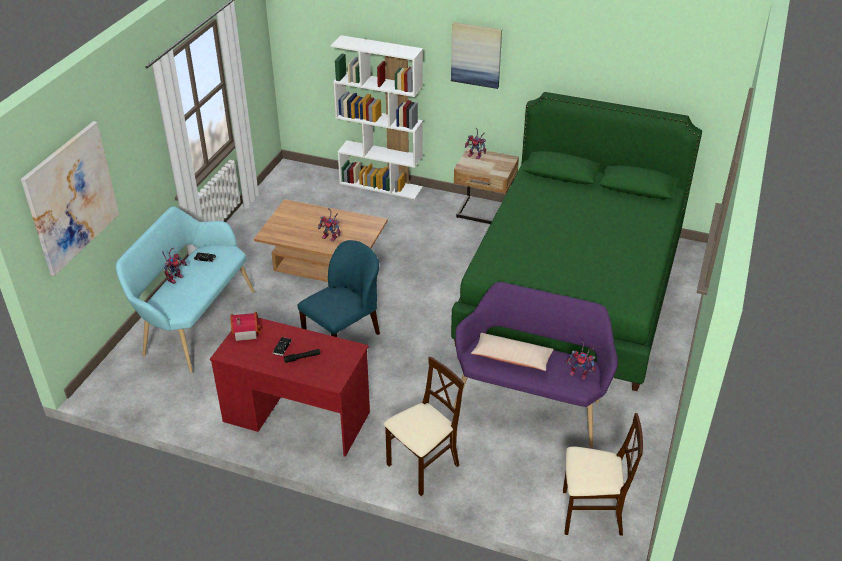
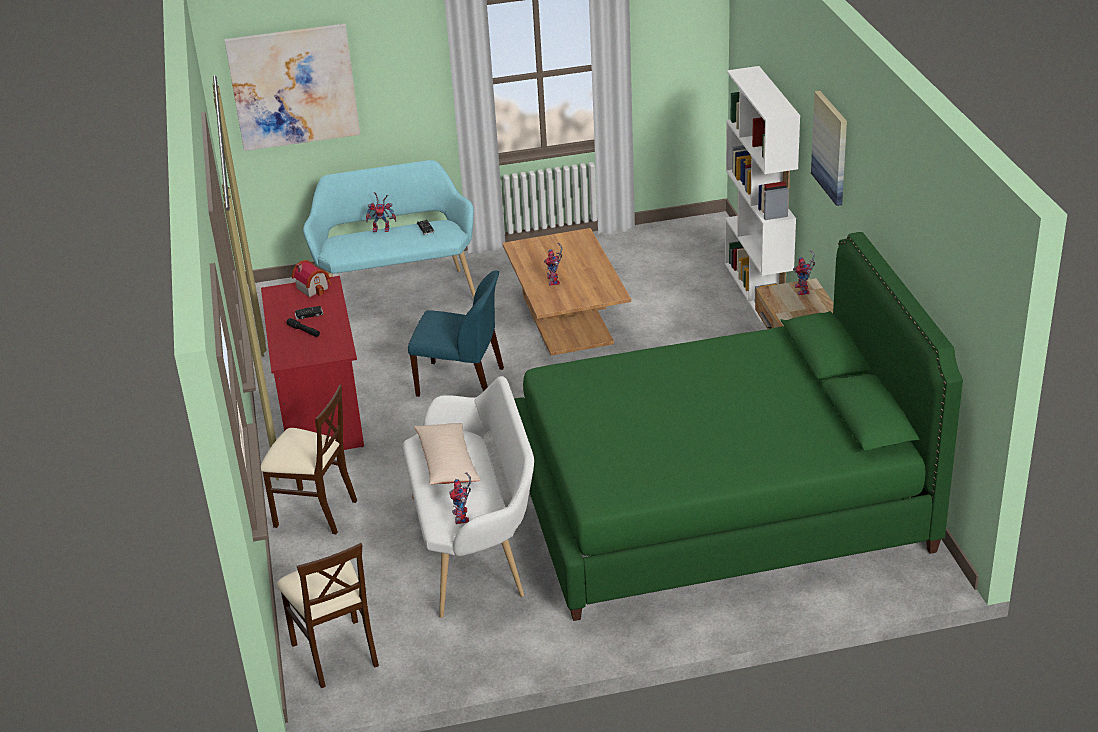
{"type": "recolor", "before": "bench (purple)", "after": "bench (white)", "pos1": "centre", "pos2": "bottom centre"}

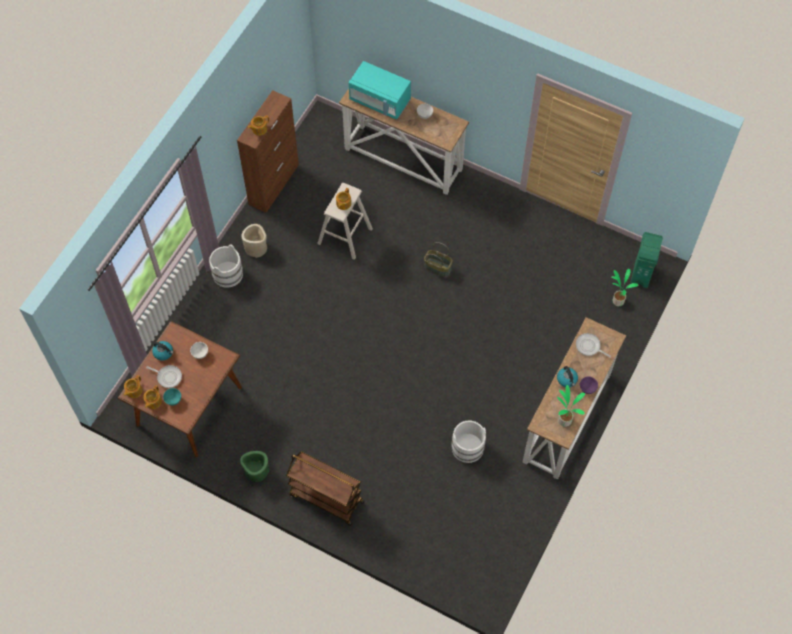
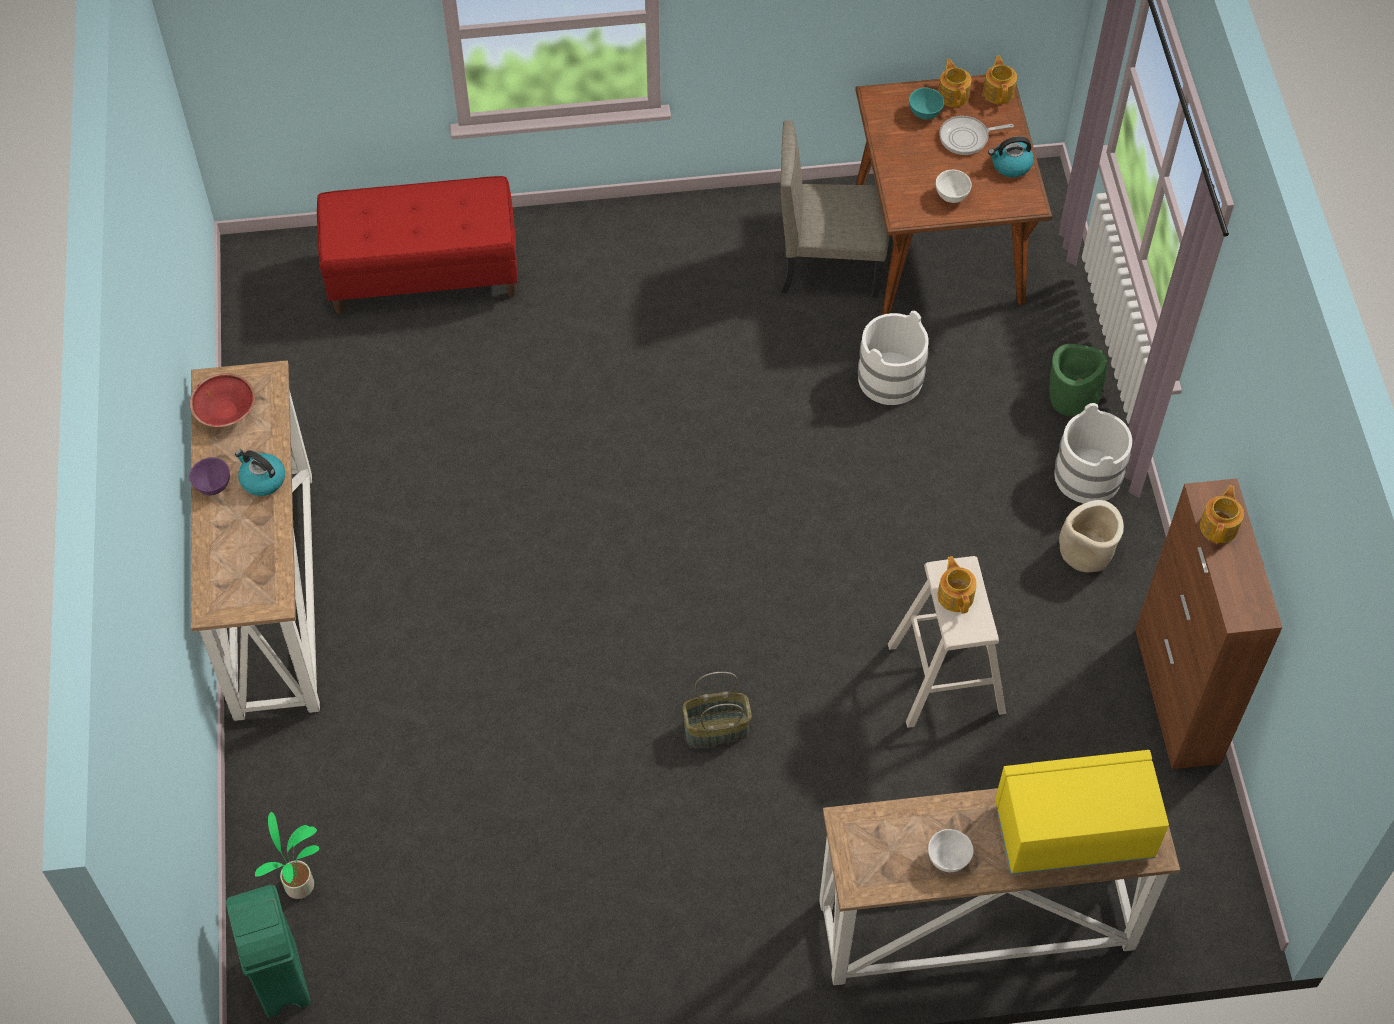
{"type": "delete", "before": "cart (brown)", "pos1": "bottom centre"}
{"type": "delete", "before": "frying pan (2nd from left)", "pos1": "middle right"}
{"type": "insert", "after": "bench (red)", "pos2": "top left"}
{"type": "insert", "after": "chair (beige)", "pos2": "top centre"}
{"type": "move", "before": "planter (green)", "pos1": "bottom left", "pos2": "middle right"}
{"type": "move", "before": "bucket (white) (2nd from left in the first image)", "after": "bucket (white) (1st from left)", "pos1": "bottom centre", "pos2": "centre"}
{"type": "replace", "before": "potted plant (1st from left)", "after": "bowl (red)", "pos1": "middle right", "pos2": "middle left"}
{"type": "recolor", "before": "microwave (turquoise)", "after": "microwave (yellow)", "pos1": "top centre", "pos2": "bottom right"}

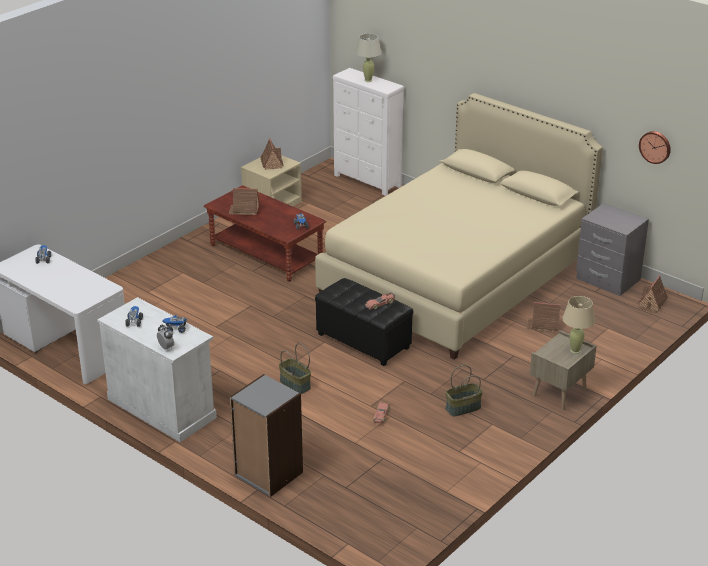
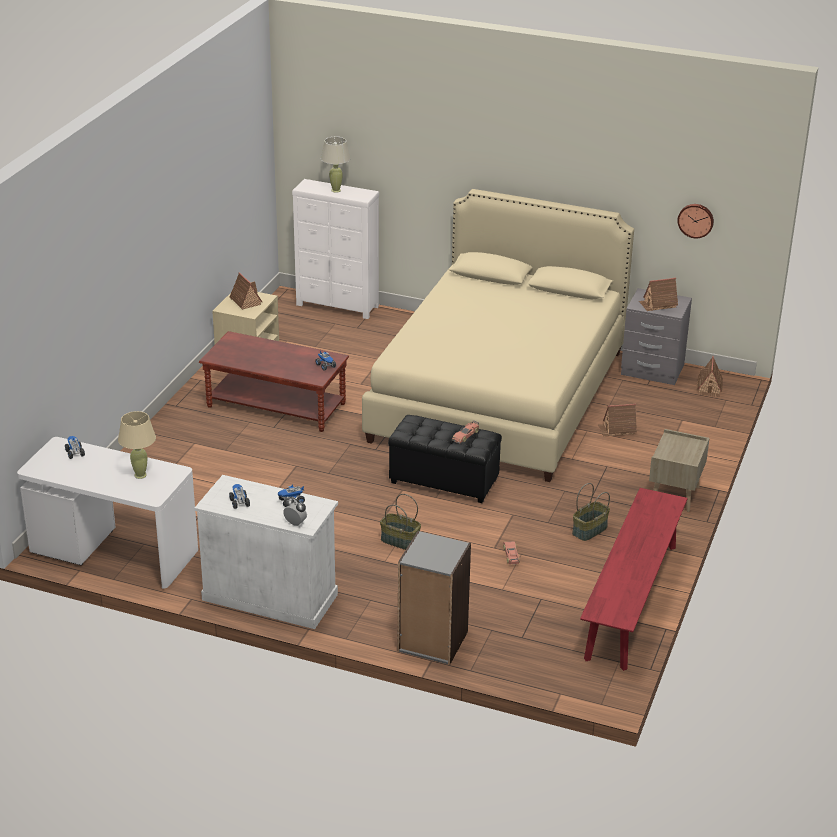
{"type": "insert", "after": "bench (red)", "pos2": "bottom right"}
{"type": "move", "before": "toy house (1st from left in the first image)", "after": "toy house (3rd from left)", "pos1": "centre", "pos2": "middle right"}
{"type": "move", "before": "table lamp (beige) (2nd from left in the first image)", "after": "table lamp (beige) (1st from left)", "pos1": "middle right", "pos2": "middle left"}

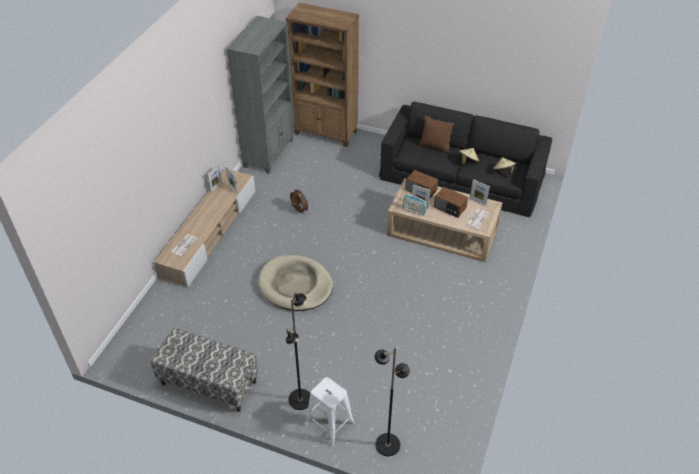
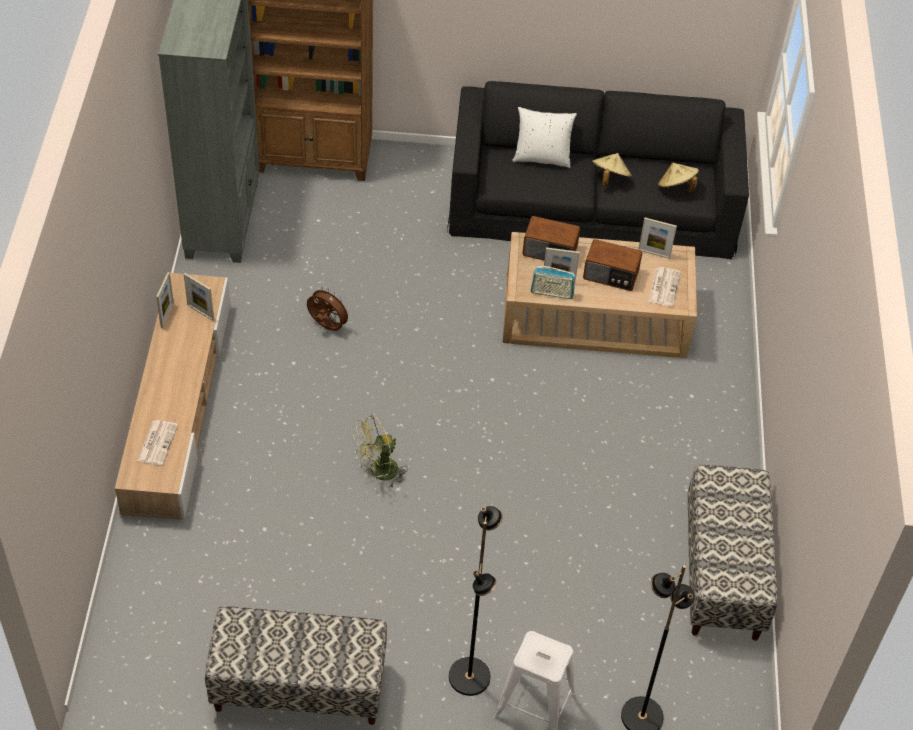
{"type": "insert", "after": "bench (2nd from left)", "pos2": "bottom right"}
{"type": "replace", "before": "dog bed (beige)", "after": "fan (green)", "pos1": "centre", "pos2": "centre"}
{"type": "recolor", "before": "pillow (brown)", "after": "pillow (white)", "pos1": "top centre", "pos2": "top centre"}

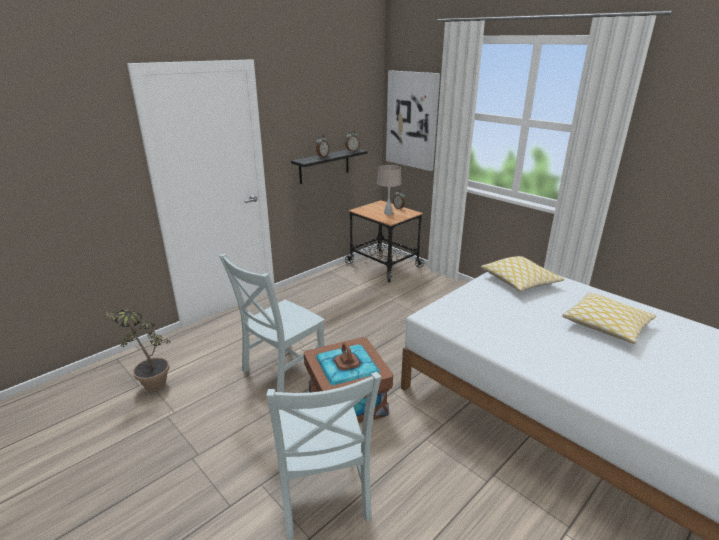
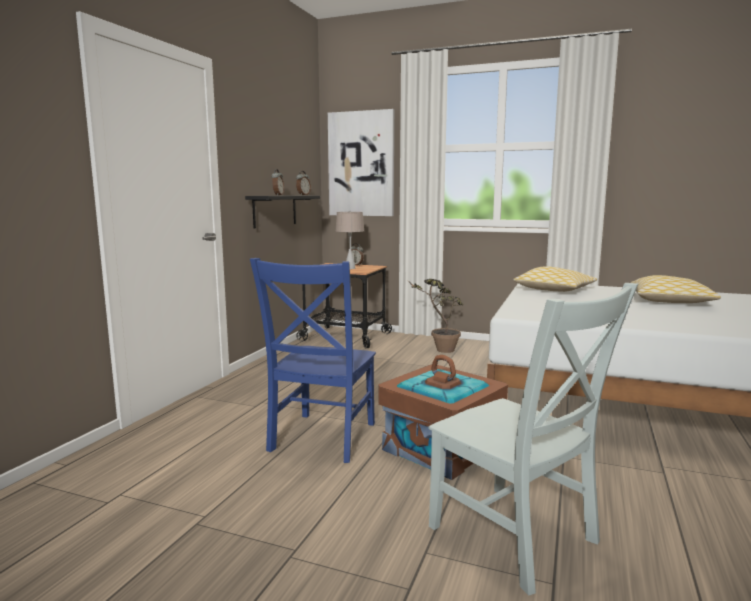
{"type": "move", "before": "potted plant", "pos1": "middle left", "pos2": "centre"}
{"type": "recolor", "before": "chair (grey) (1st from left)", "after": "chair (blue)", "pos1": "centre", "pos2": "centre"}

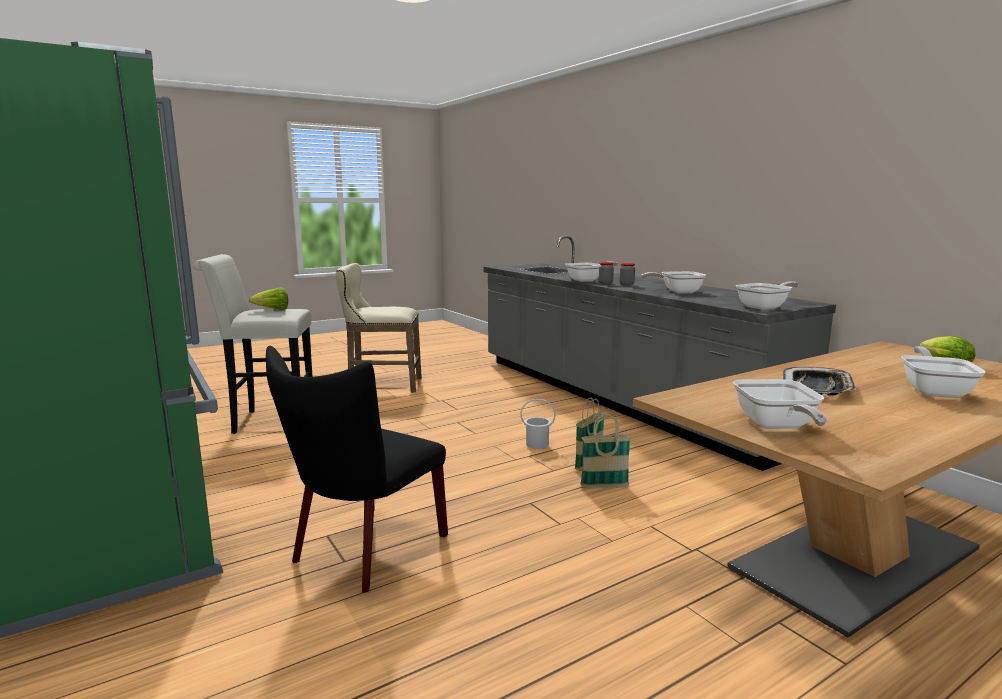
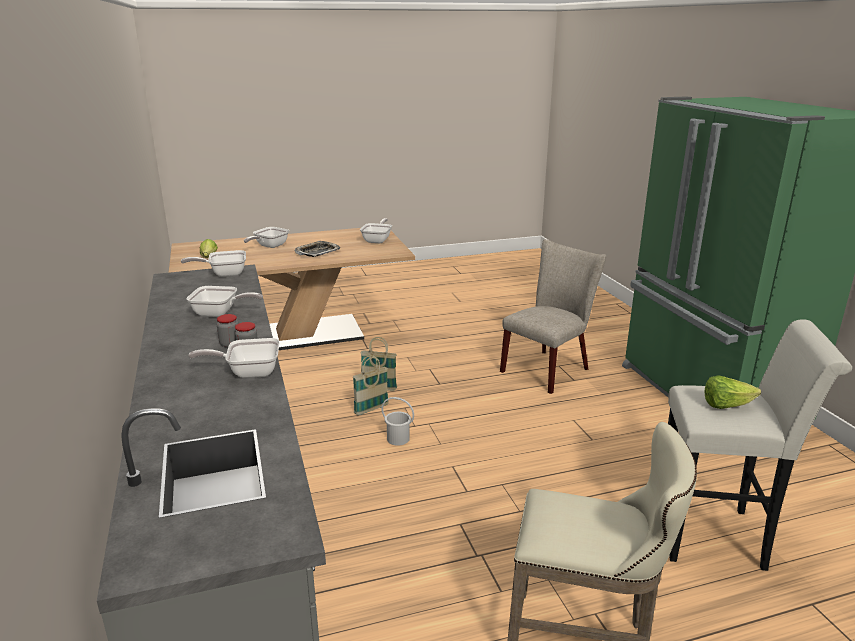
{"type": "recolor", "before": "chair (black)", "after": "chair (beige)", "pos1": "bottom centre", "pos2": "centre"}

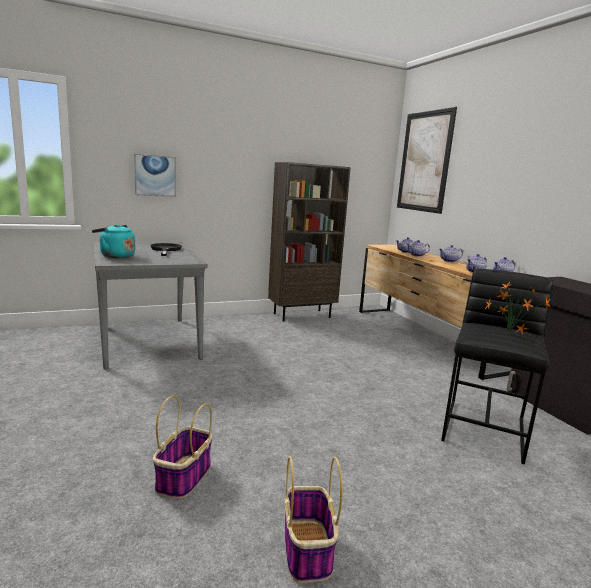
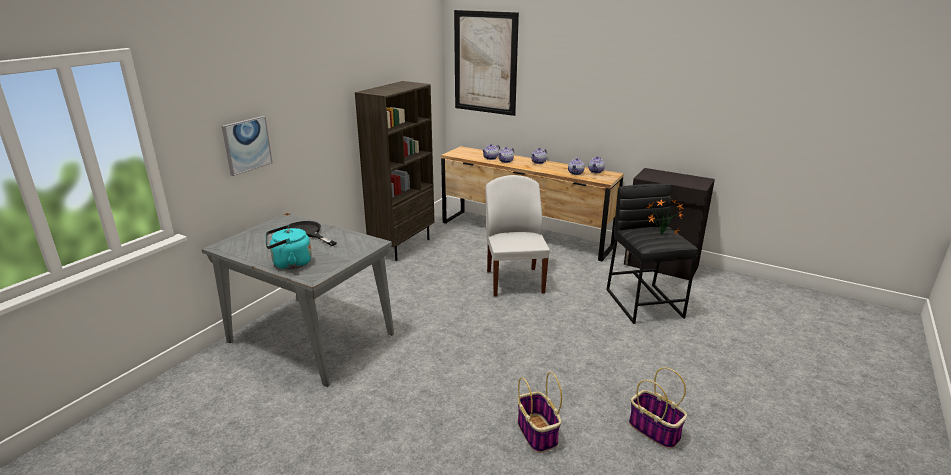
{"type": "insert", "after": "chair (white)", "pos2": "centre"}

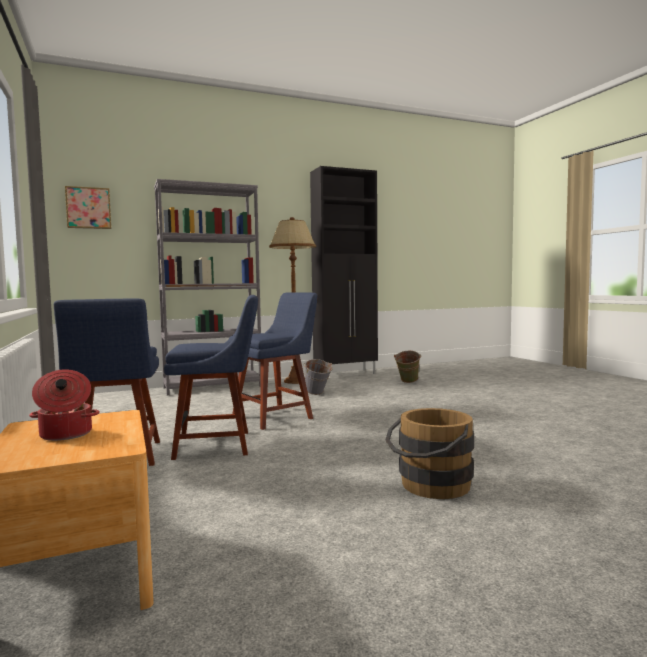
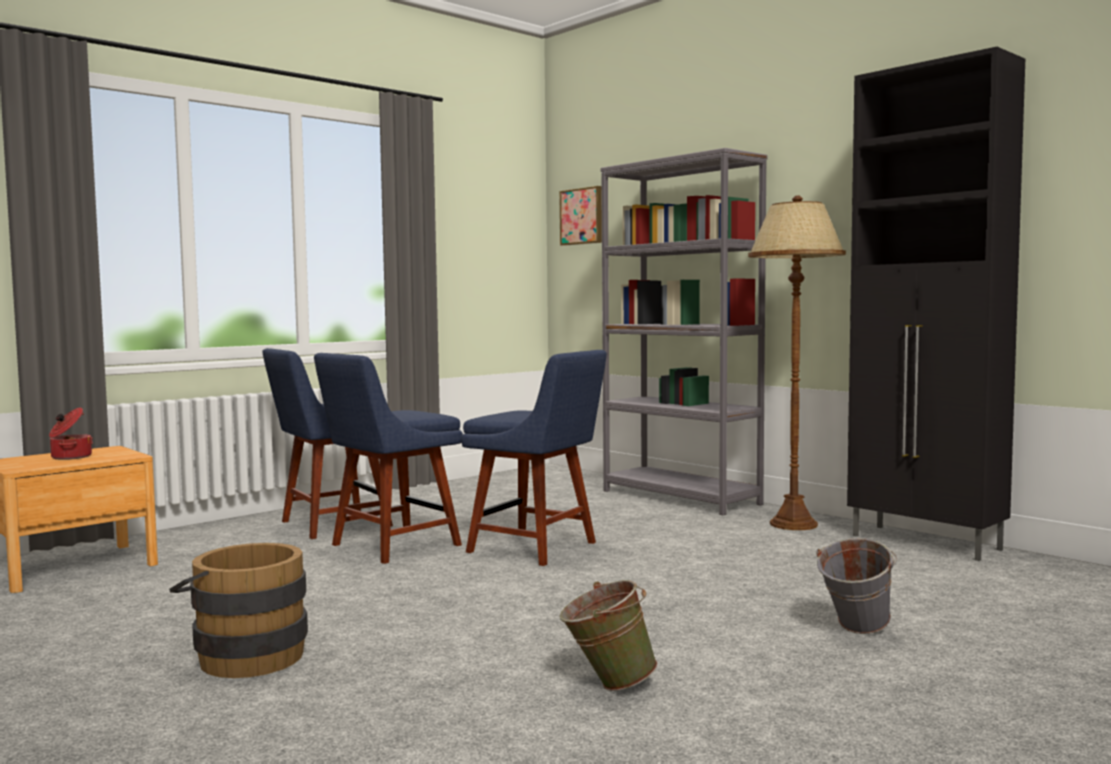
{"type": "move", "before": "bucket (grey)", "pos1": "centre", "pos2": "bottom right"}
{"type": "move", "before": "bucket (green)", "pos1": "centre", "pos2": "bottom centre"}
{"type": "rotate", "before": "chair (blue) (2nd from left)", "pos1": "middle left", "pos2": "centre", "turn": 75}

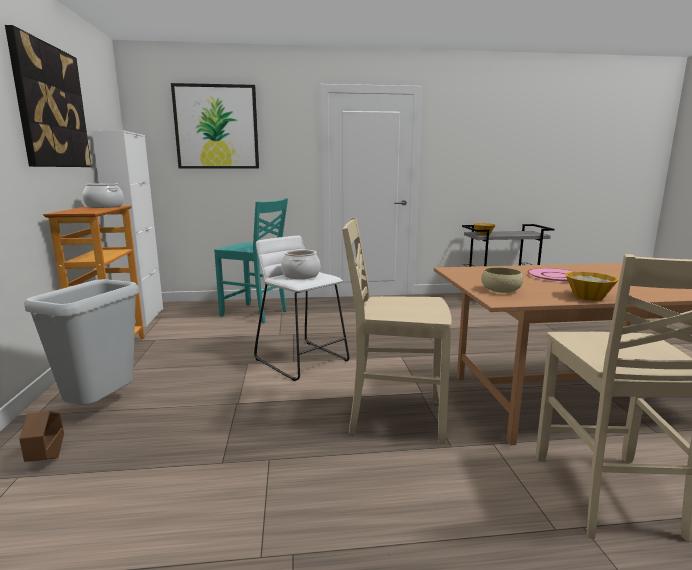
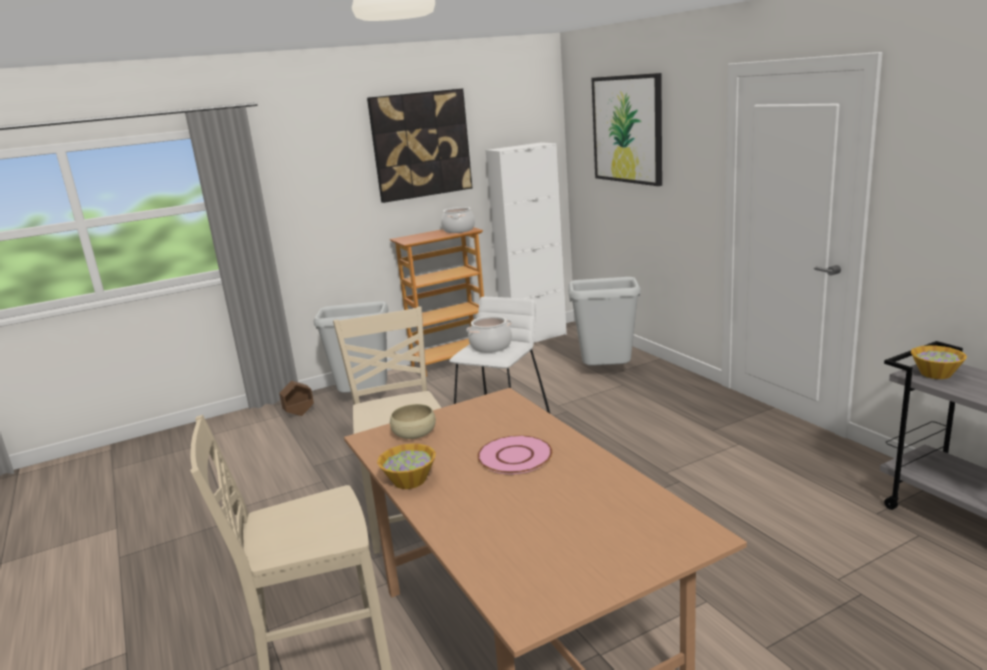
{"type": "replace", "before": "chair (turquoise)", "after": "trash can (grey) (2nd from left)", "pos1": "centre", "pos2": "centre"}

